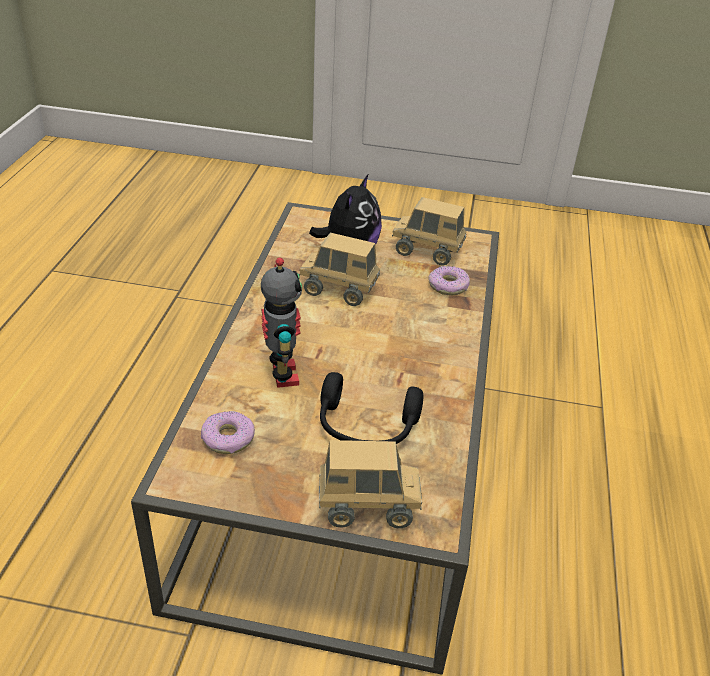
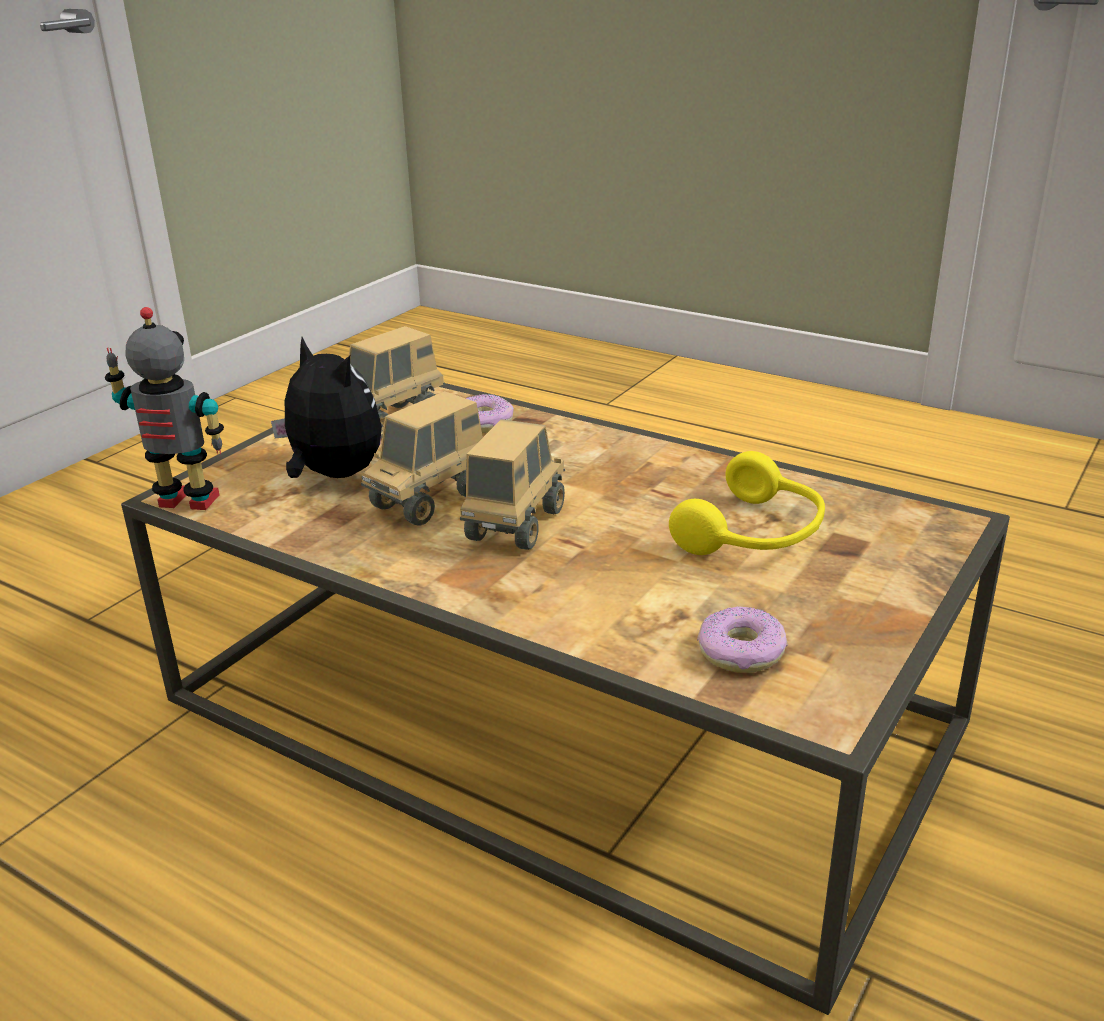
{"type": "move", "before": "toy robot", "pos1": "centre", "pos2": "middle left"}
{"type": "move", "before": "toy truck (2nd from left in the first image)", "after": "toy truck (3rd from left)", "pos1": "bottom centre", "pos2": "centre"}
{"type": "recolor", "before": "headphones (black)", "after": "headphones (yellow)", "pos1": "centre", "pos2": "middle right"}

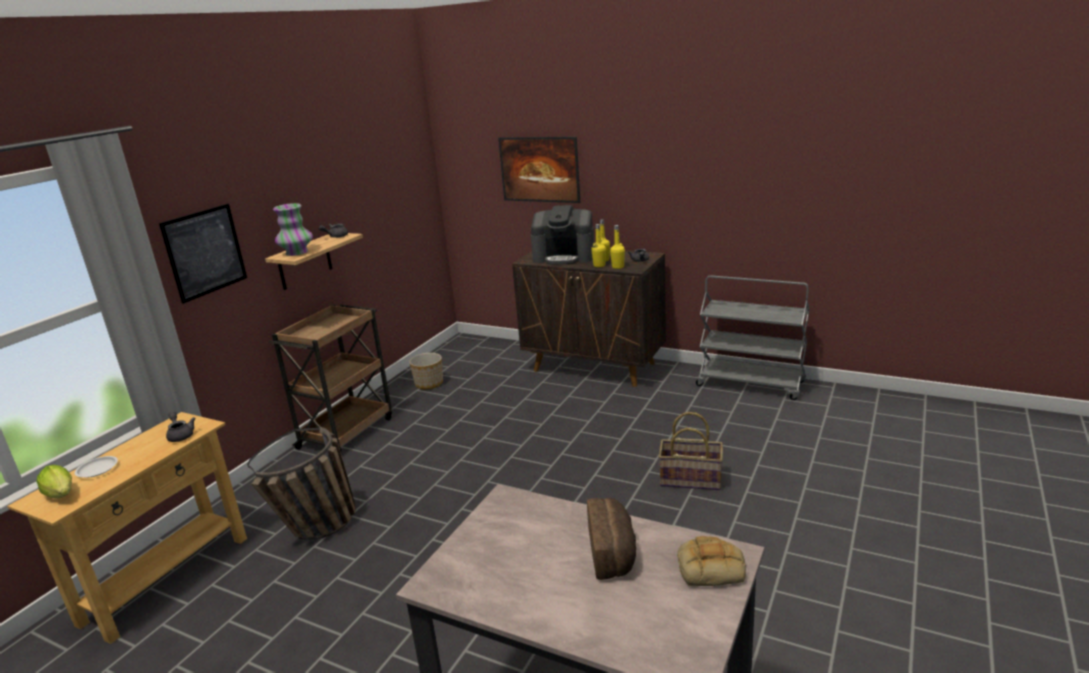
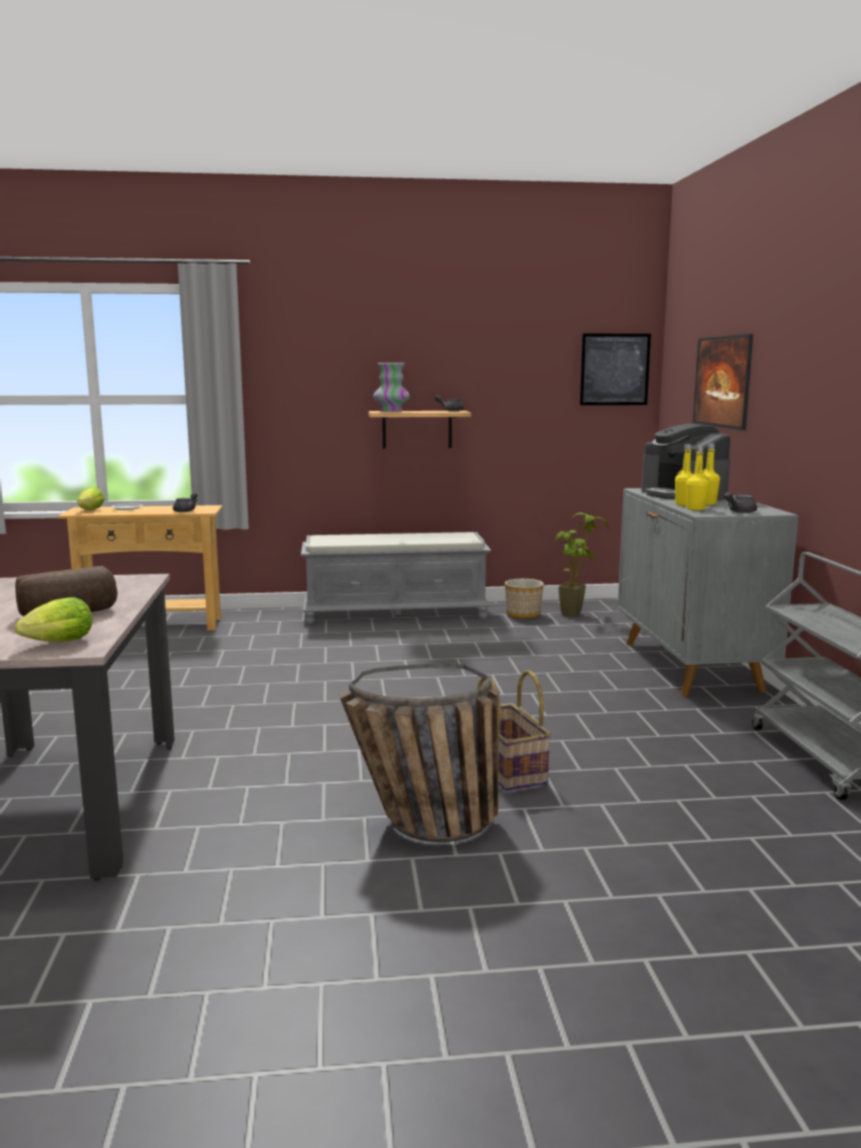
{"type": "insert", "after": "potted plant", "pos2": "middle right"}
{"type": "move", "before": "picture (1st from left)", "pos1": "middle left", "pos2": "top right"}
{"type": "move", "before": "basket (1st from left)", "pos1": "bottom left", "pos2": "centre"}
{"type": "replace", "before": "cart (brown)", "after": "bench (grey)", "pos1": "middle left", "pos2": "centre"}
{"type": "replace", "before": "bread (2nd from left)", "after": "lettuce (1st from left)", "pos1": "bottom centre", "pos2": "middle left"}
{"type": "recolor", "before": "cabinet (brown)", "after": "cabinet (grey)", "pos1": "centre", "pos2": "middle right"}

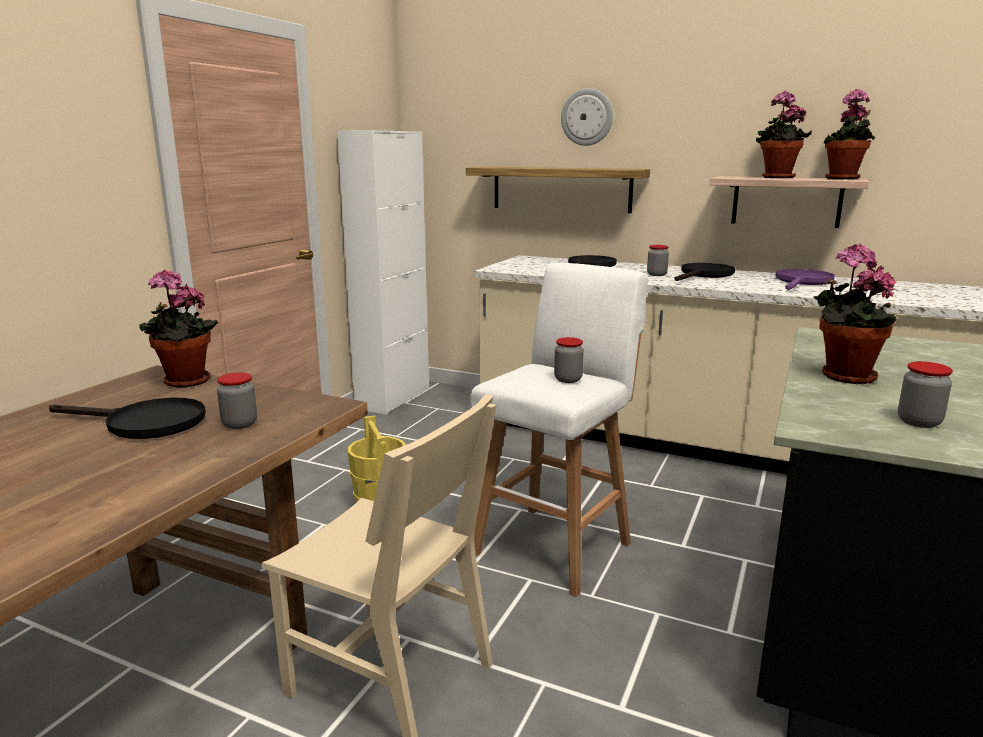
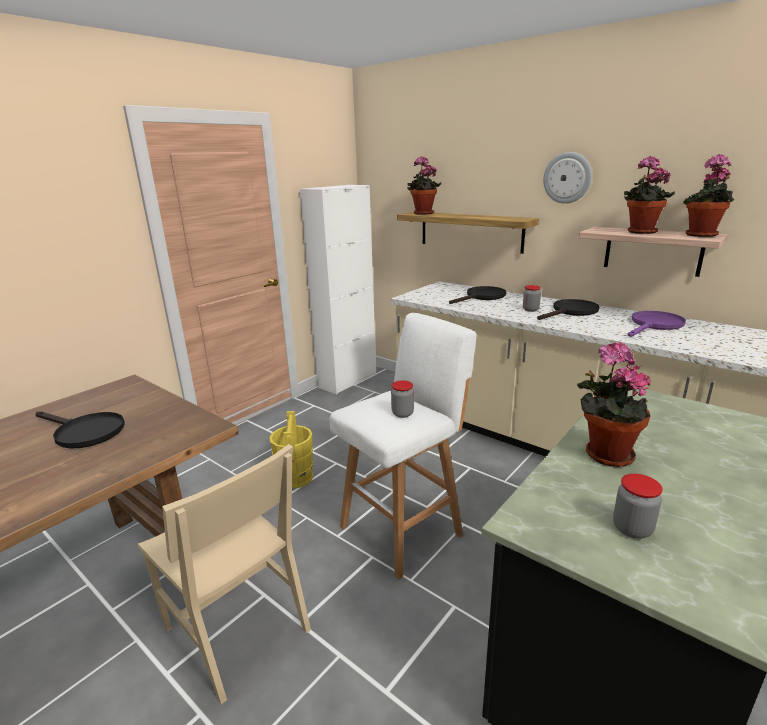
{"type": "delete", "before": "jar (1st from left)", "pos1": "middle left"}
{"type": "move", "before": "potted plant (1st from left)", "pos1": "middle left", "pos2": "top centre"}
{"type": "move", "before": "wall clock", "pos1": "top centre", "pos2": "top right"}

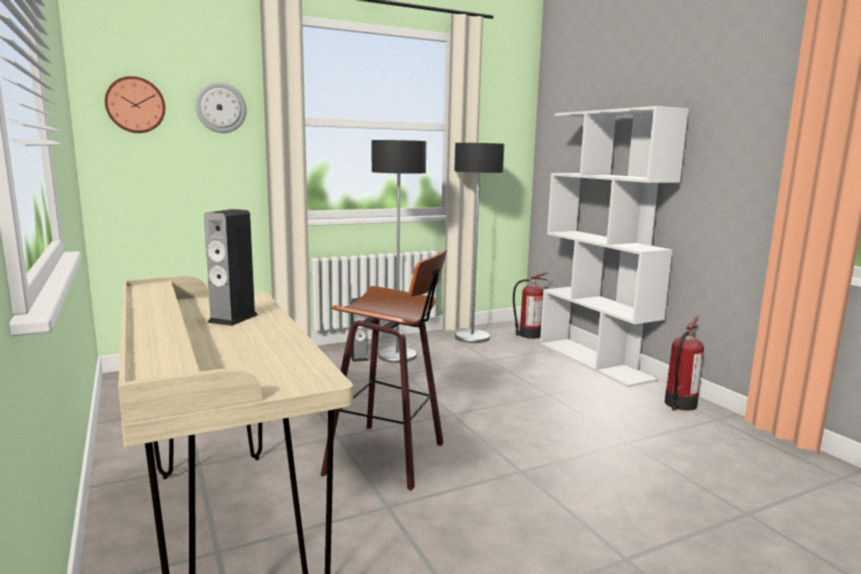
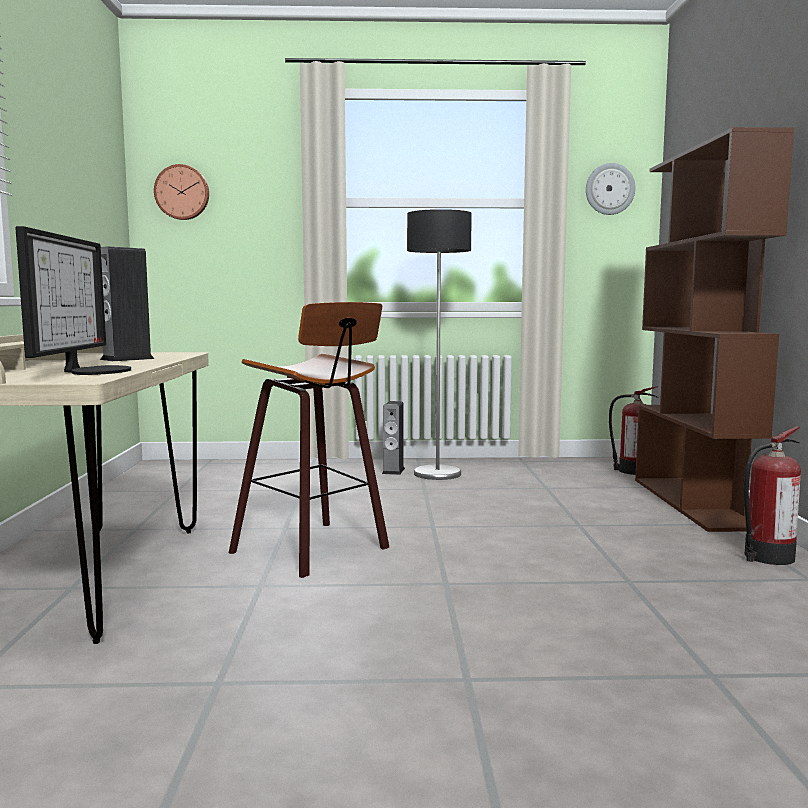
{"type": "delete", "before": "floor lamp (2nd from left)", "pos1": "centre"}
{"type": "insert", "after": "monitor", "pos2": "middle left"}
{"type": "move", "before": "wall clock (2nd from left)", "pos1": "top left", "pos2": "top right"}
{"type": "recolor", "before": "bookcase (white)", "after": "bookcase (brown)", "pos1": "middle right", "pos2": "middle right"}

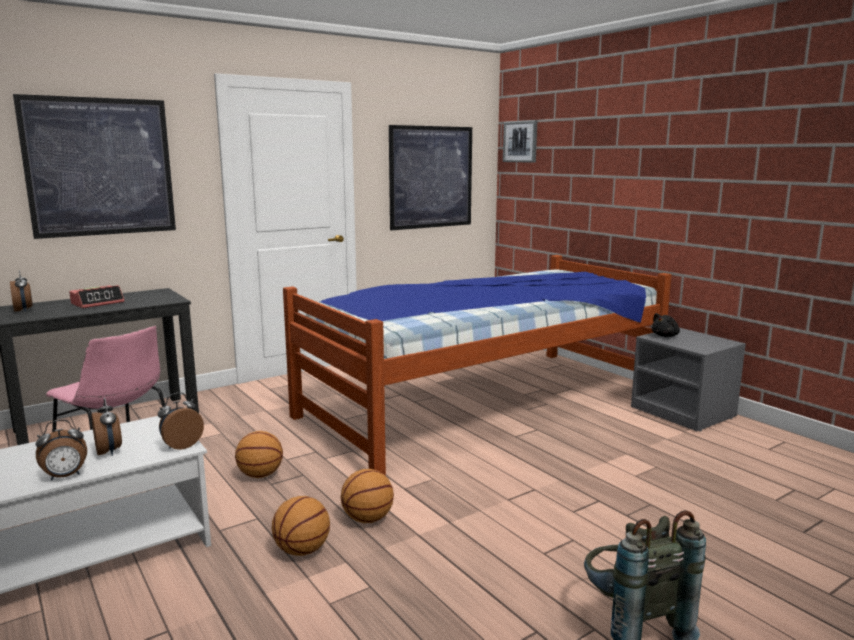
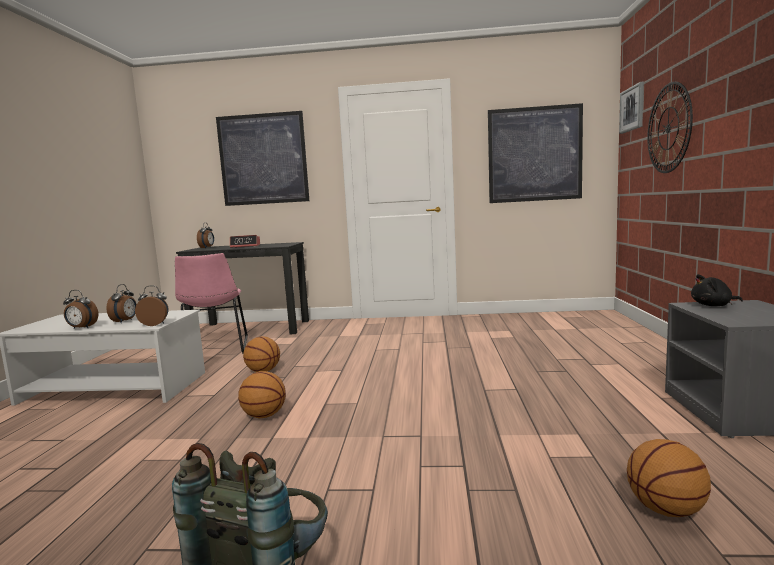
{"type": "delete", "before": "bed", "pos1": "centre"}
{"type": "insert", "after": "wall clock", "pos2": "top right"}
{"type": "move", "before": "basketball (2nd from left in the first image)", "after": "basketball (3rd from left)", "pos1": "bottom centre", "pos2": "bottom right"}

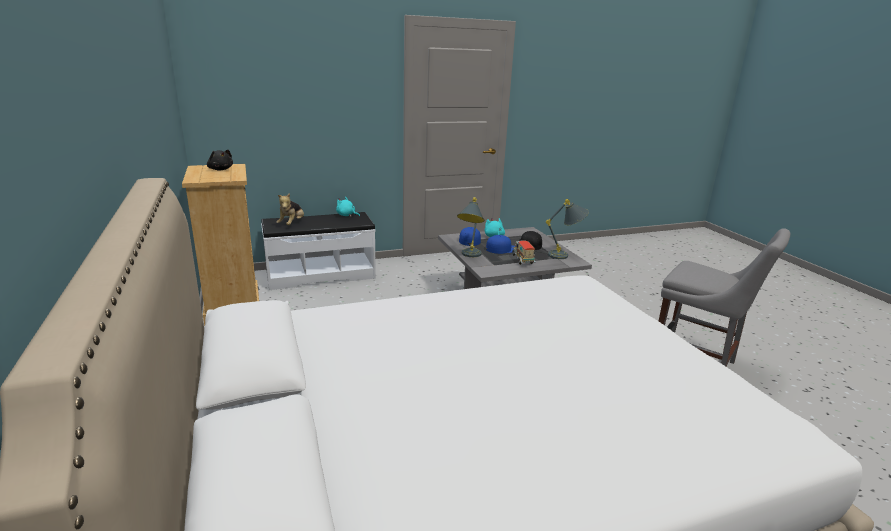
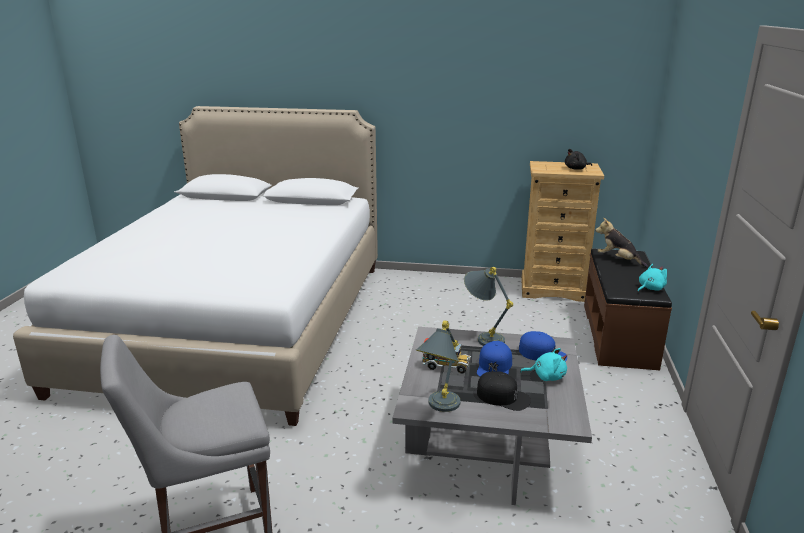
{"type": "recolor", "before": "bench (white)", "after": "bench (brown)", "pos1": "centre", "pos2": "middle right"}

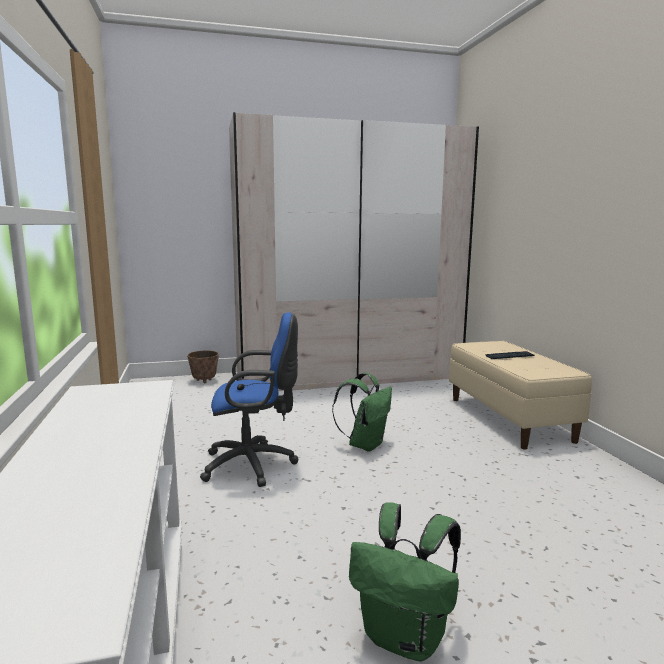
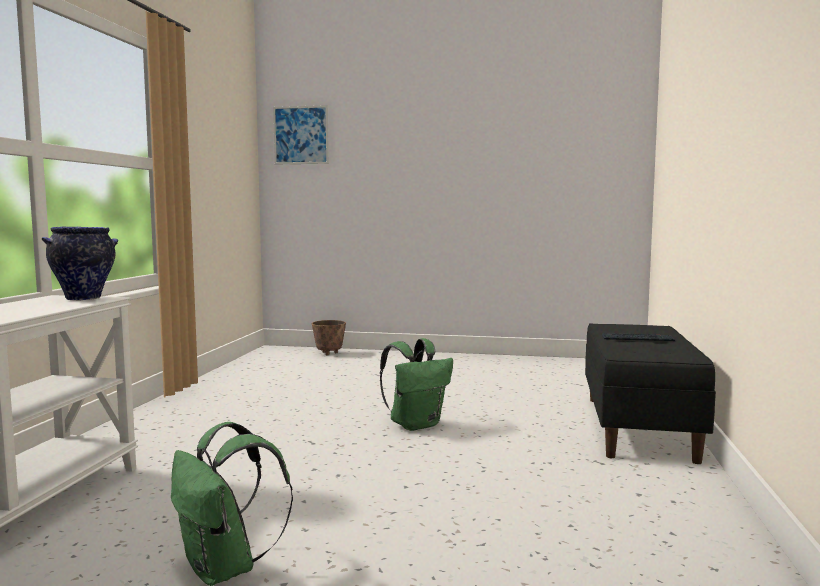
{"type": "delete", "before": "office chair (blue)", "pos1": "centre"}
{"type": "delete", "before": "wardrobe (beige)", "pos1": "centre"}
{"type": "insert", "after": "vase", "pos2": "middle left"}
{"type": "insert", "after": "picture", "pos2": "top centre"}
{"type": "recolor", "before": "bench (beige)", "after": "bench (black)", "pos1": "middle right", "pos2": "bottom right"}

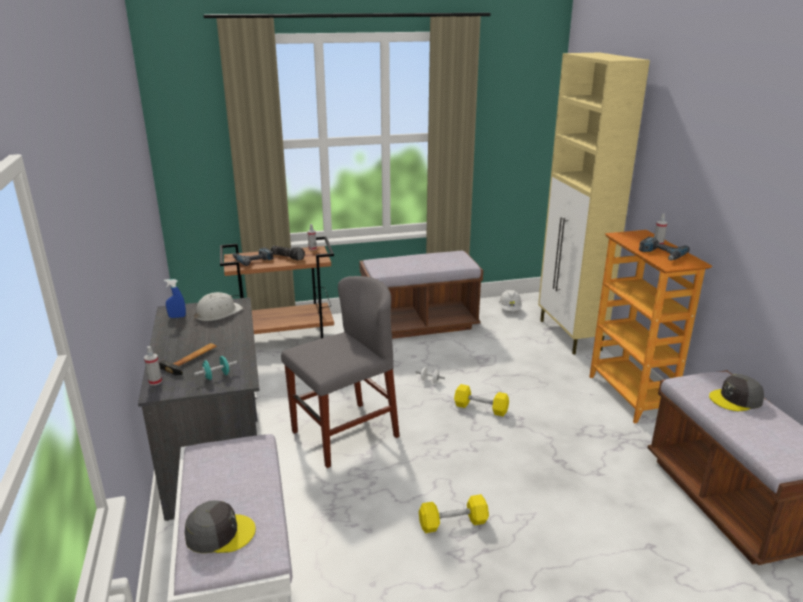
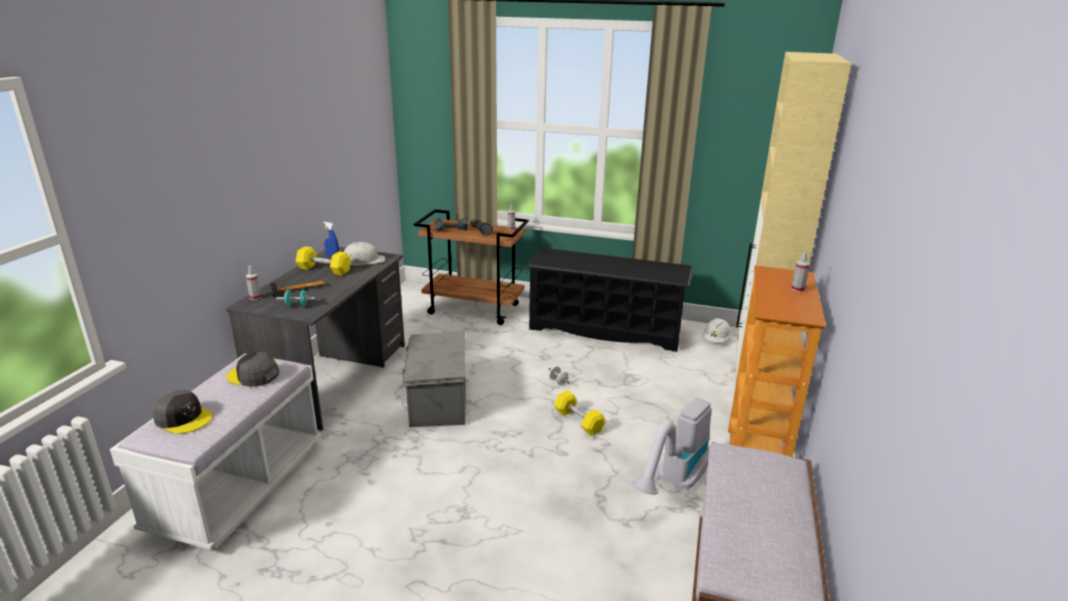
{"type": "delete", "before": "power drill (2nd from left)", "pos1": "middle right"}
{"type": "insert", "after": "vacuum cleaner", "pos2": "bottom centre"}
{"type": "move", "before": "dumbbell (yellow) (1st from left)", "pos1": "bottom centre", "pos2": "middle left"}
{"type": "move", "before": "cap (grey) (2nd from left)", "pos1": "middle right", "pos2": "middle left"}
{"type": "replace", "before": "chair (grey)", "after": "storage box (grey)", "pos1": "centre", "pos2": "centre"}
{"type": "replace", "before": "bench (brown) (1st from left)", "after": "shoe rack (black)", "pos1": "centre", "pos2": "centre"}

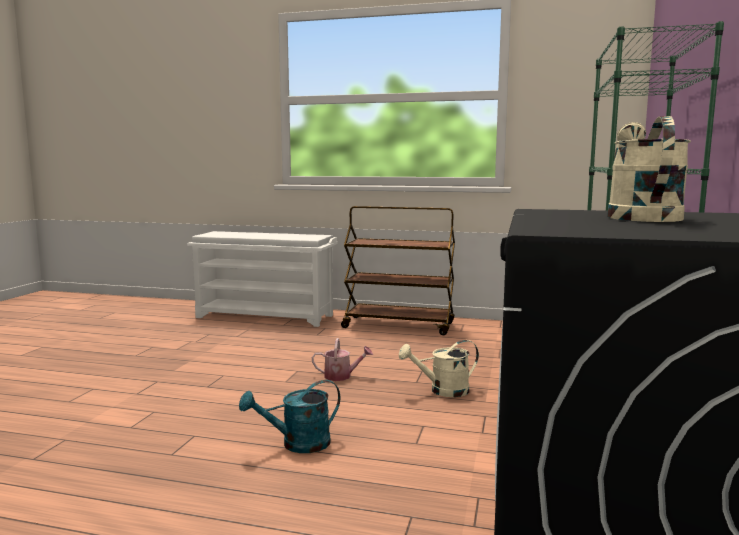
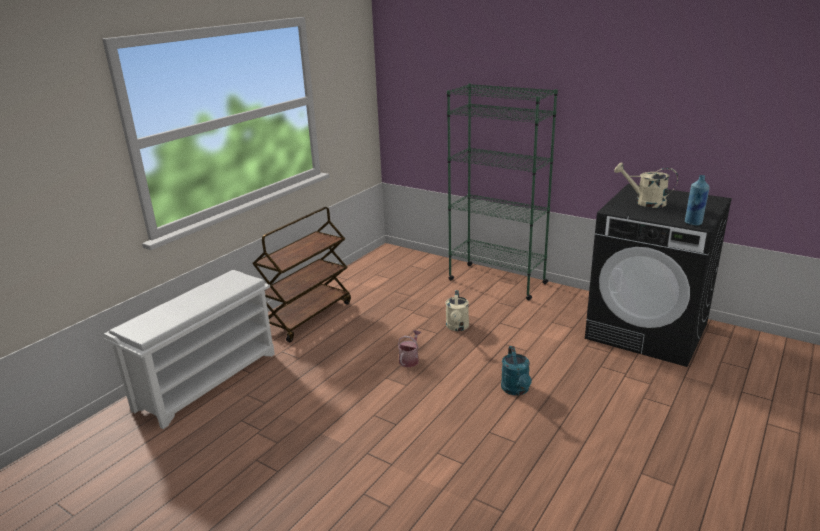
{"type": "insert", "after": "bottle (blue)", "pos2": "middle right"}

